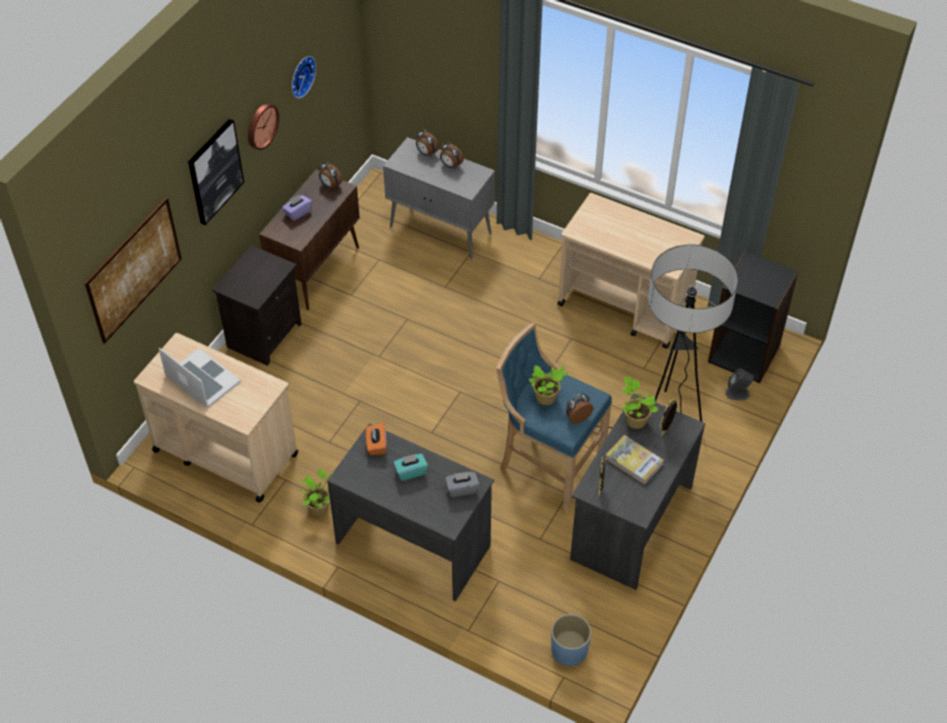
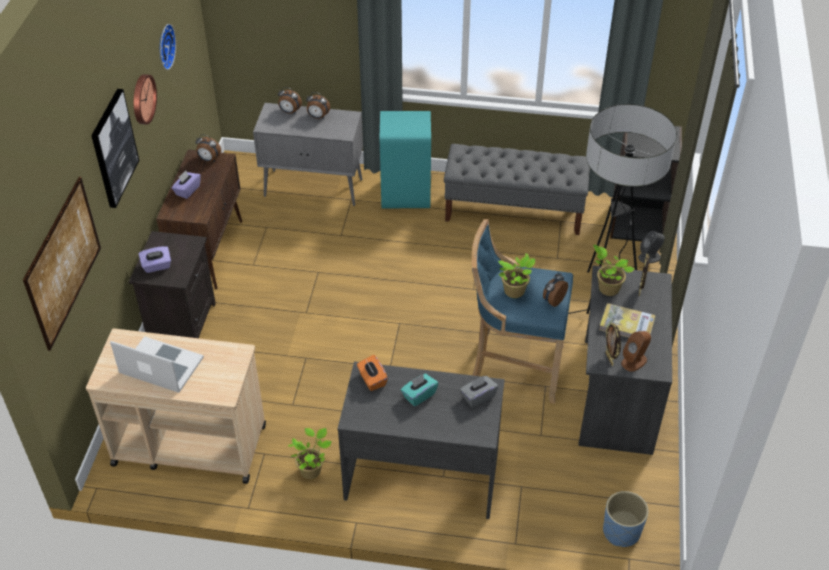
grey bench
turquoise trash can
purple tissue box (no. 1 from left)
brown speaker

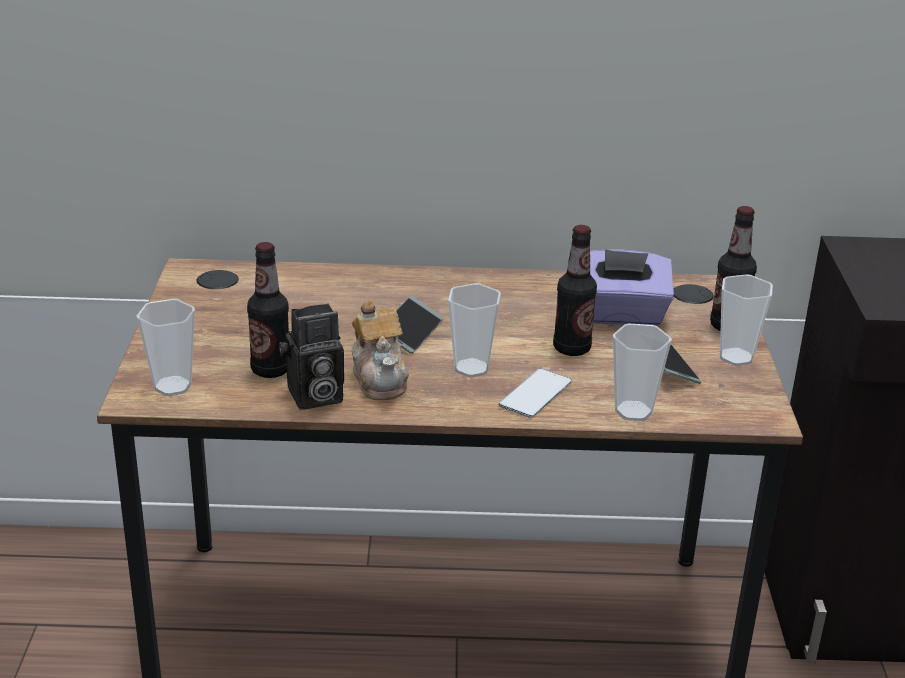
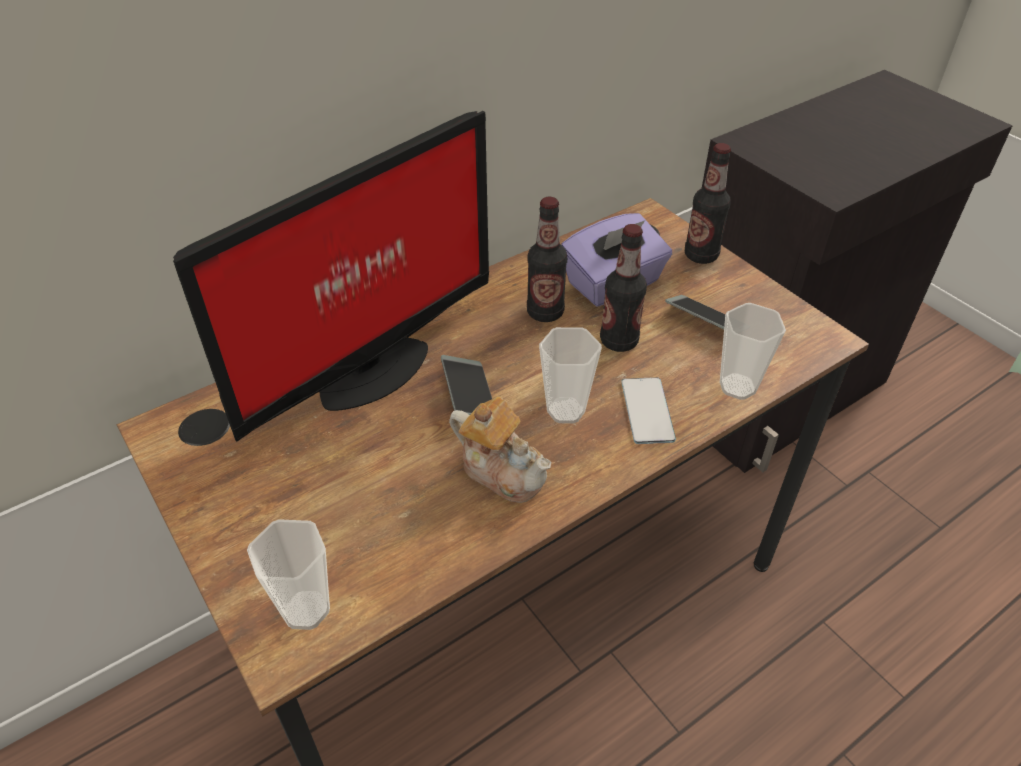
bottle (no. 1 from left)
cup (no. 4 from left in the first image)
photo camera
monitor

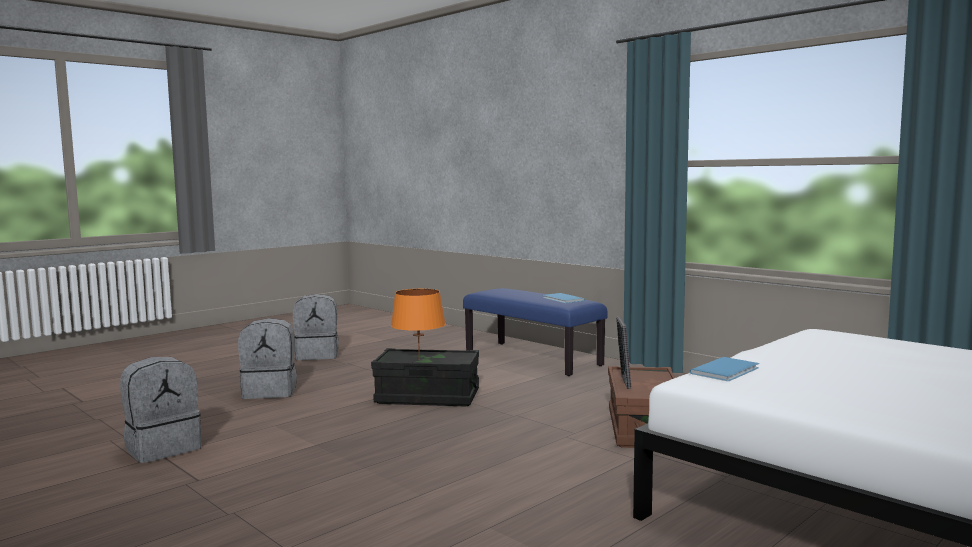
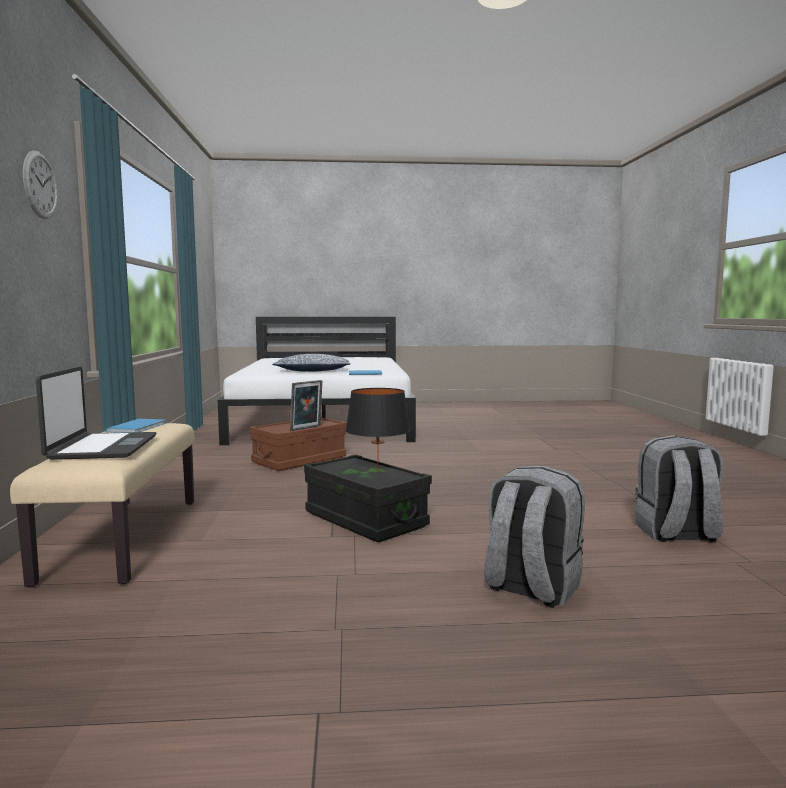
beige bench
black table lamp
grey backpack (no. 3 from left in the first image)
wall clock
pillow
laptop

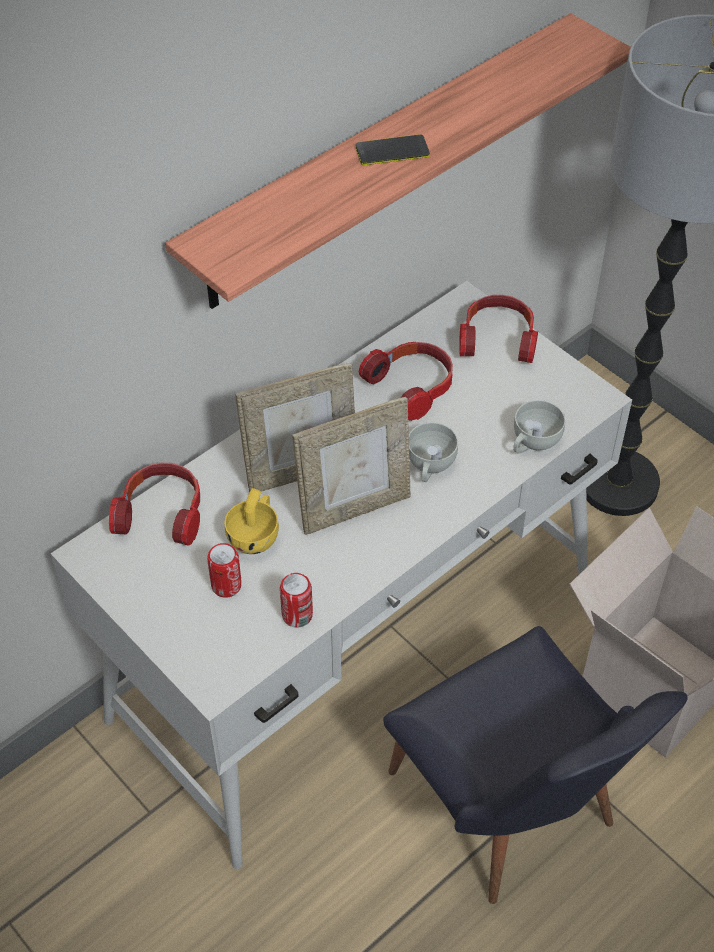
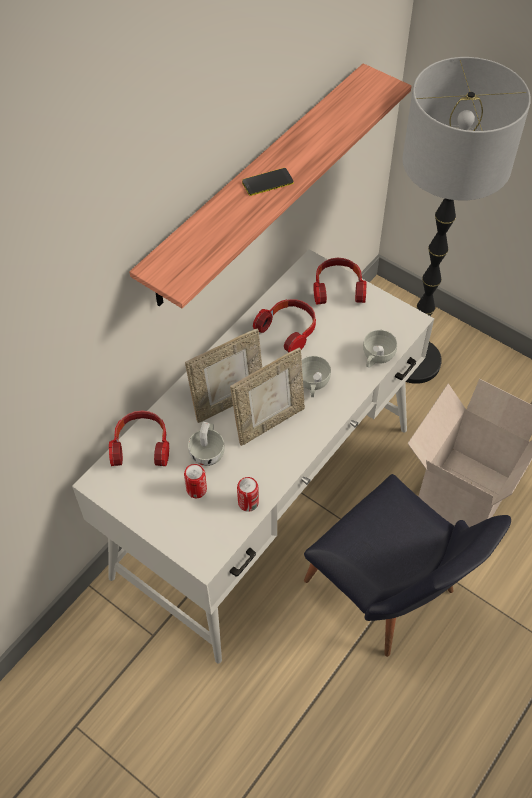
white cup (no. 1 from left)

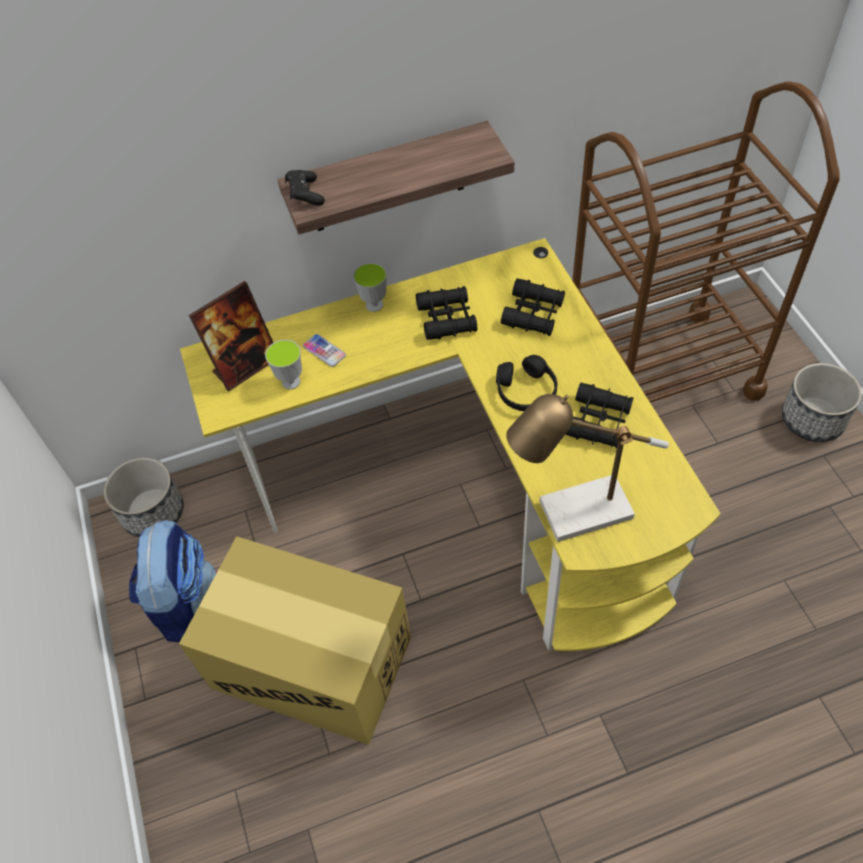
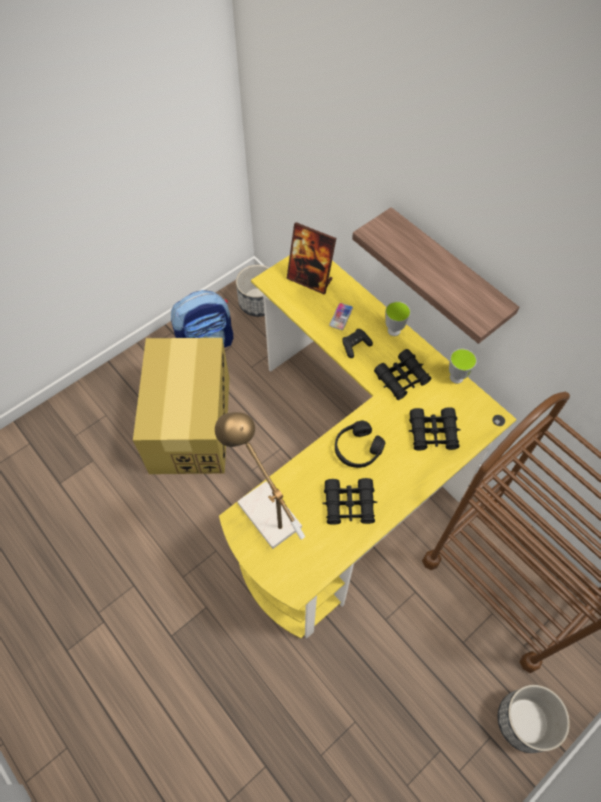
black game controller
cup (no. 2 from left)

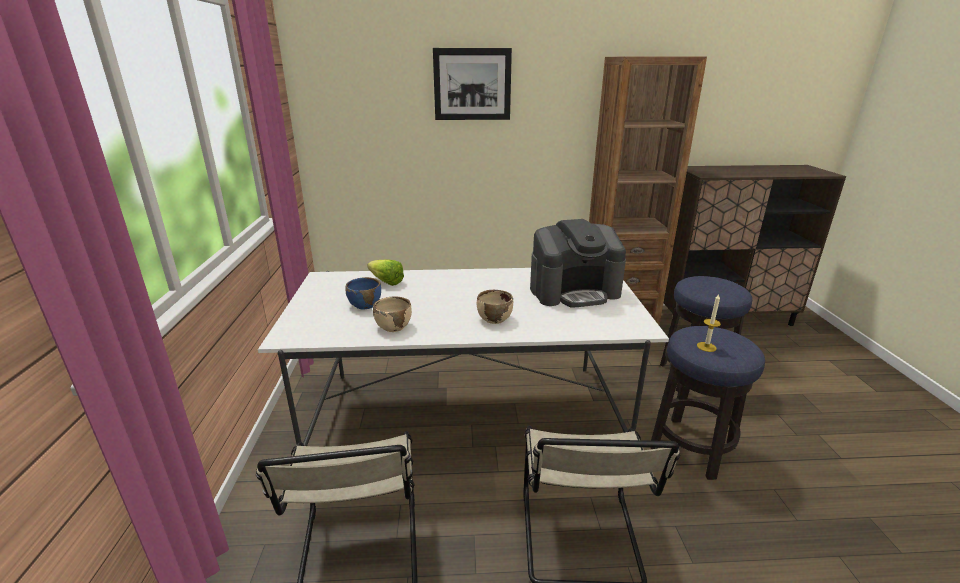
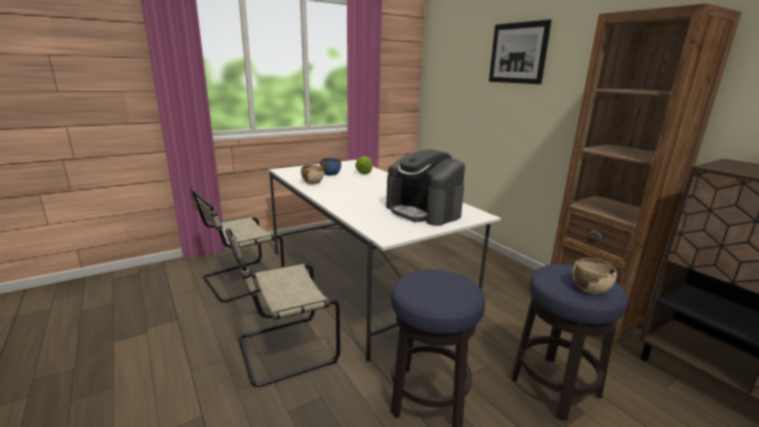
beige bowl (no. 2 from left)
candle

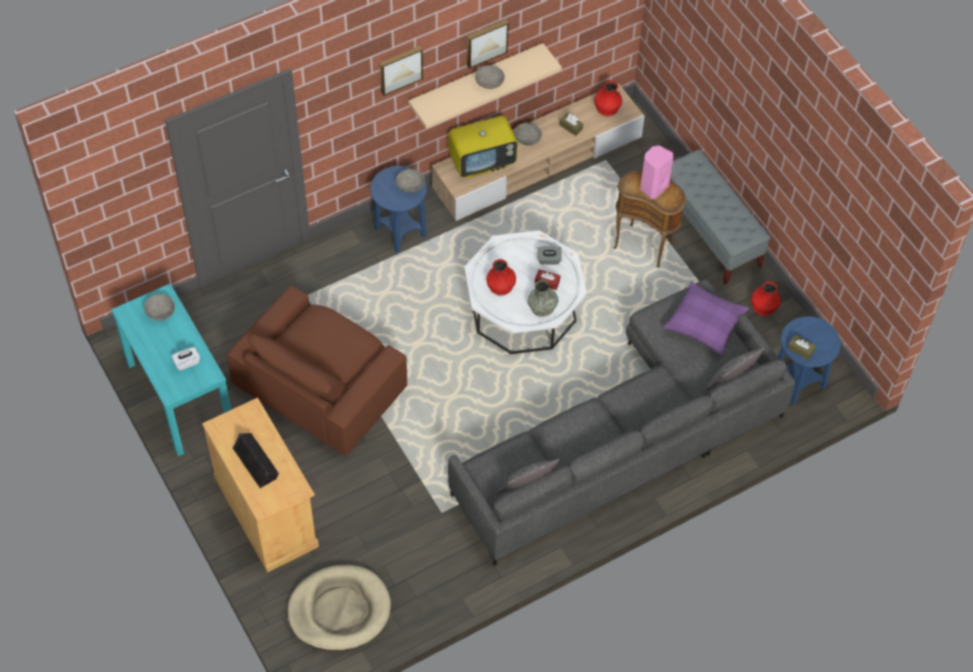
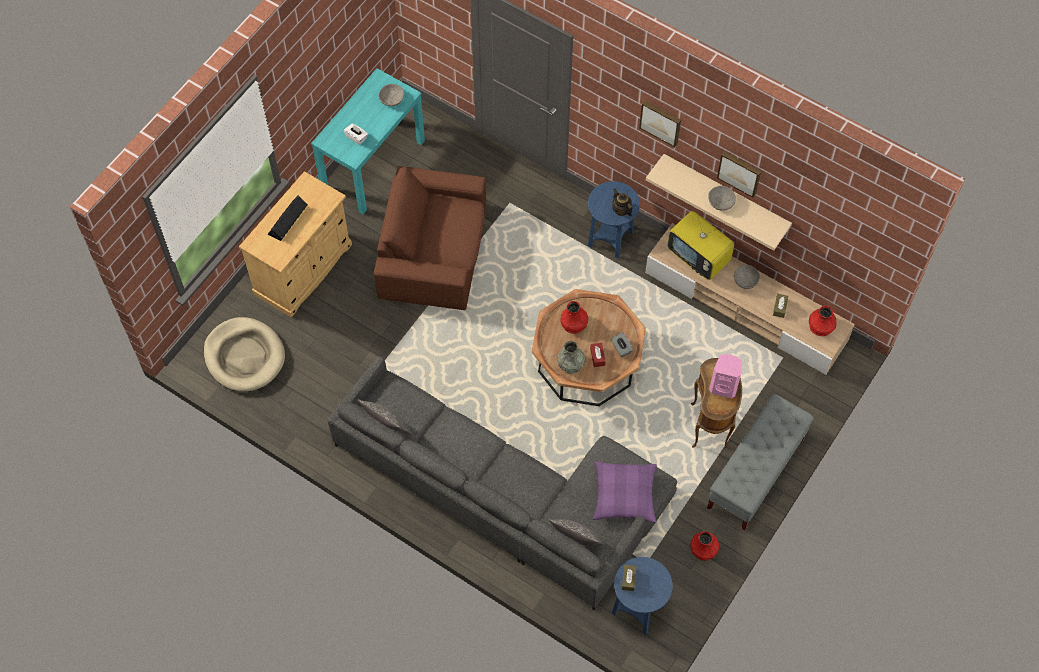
teapot
brown coffee table

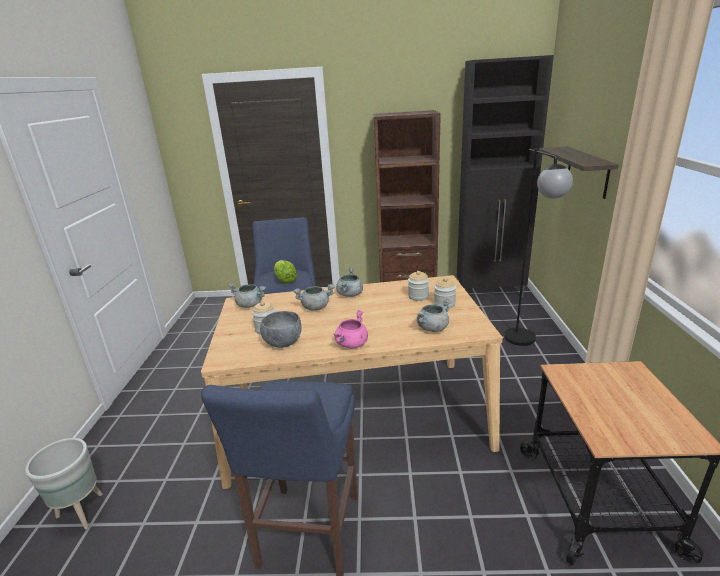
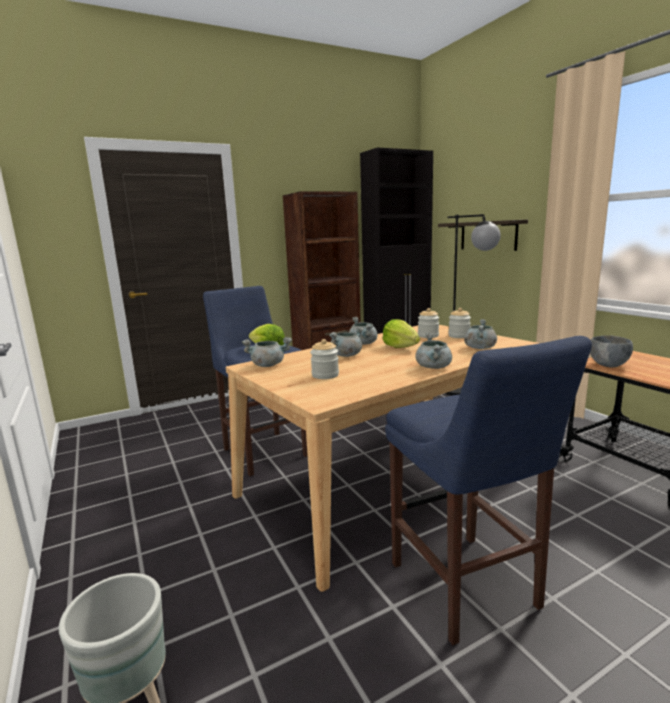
grey cooking pot (no. 4 from left)
grey bowl
lettuce (no. 2 from left)

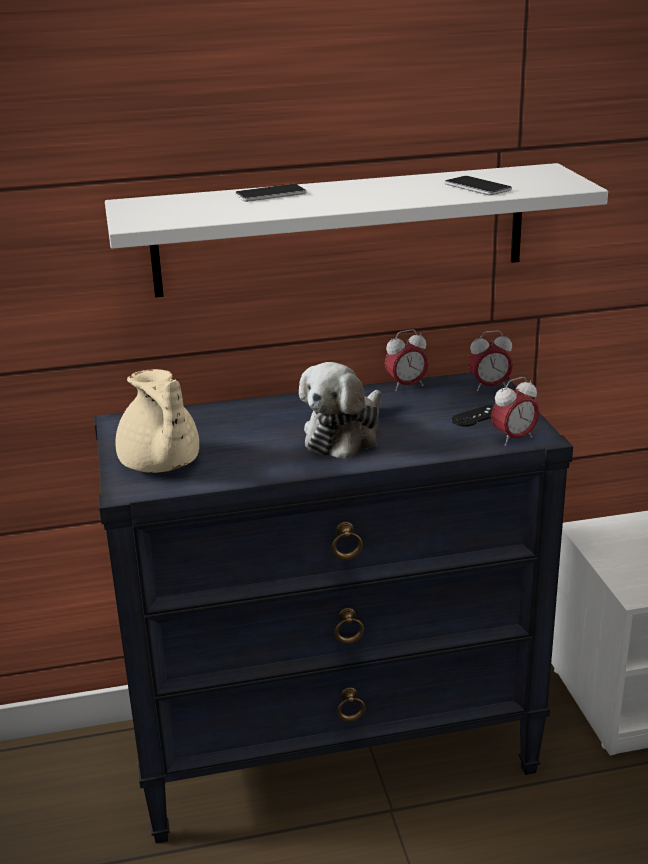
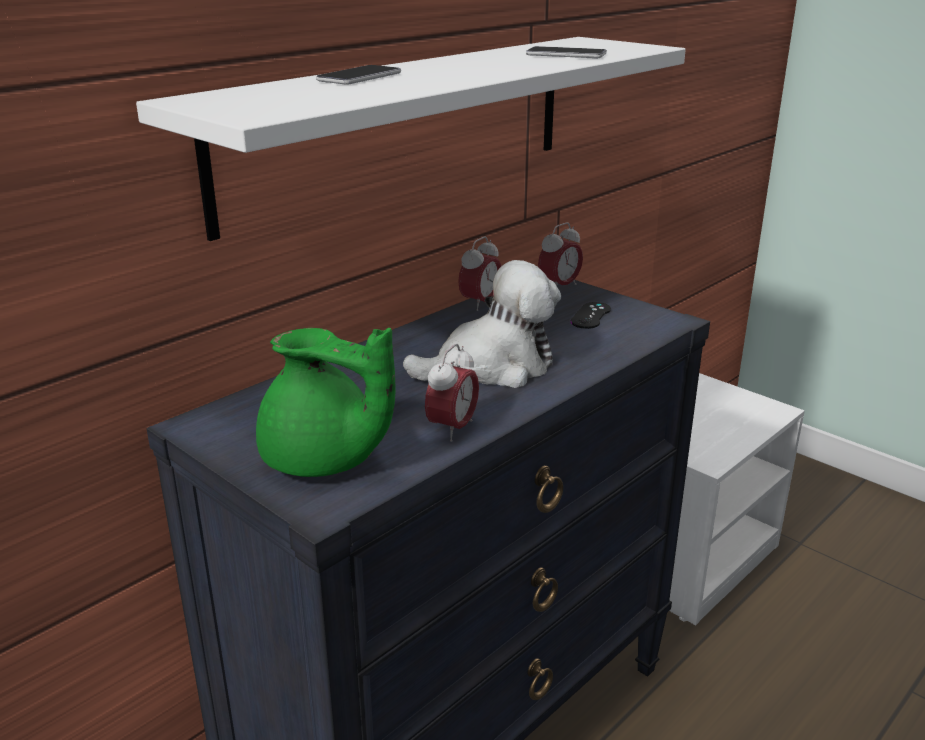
plush toy
green teapot
alarm clock (no. 1 from left)

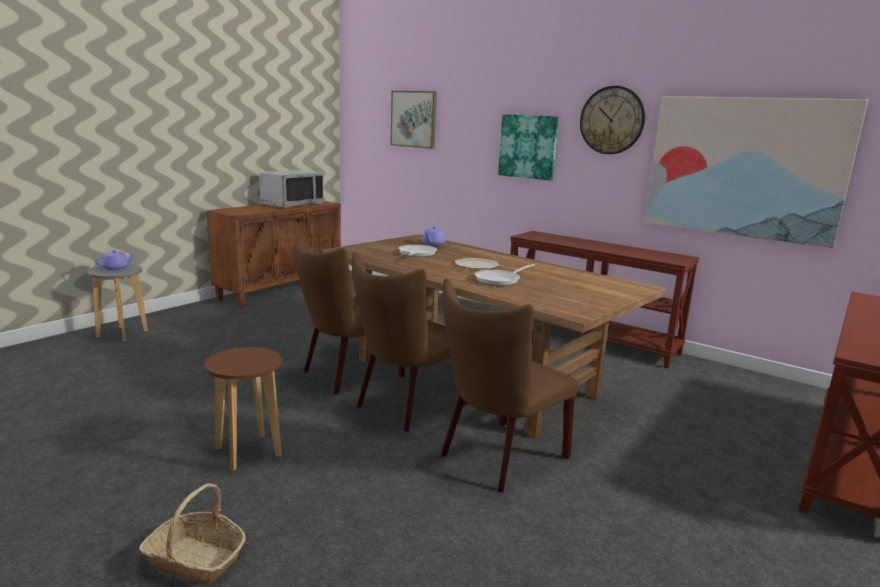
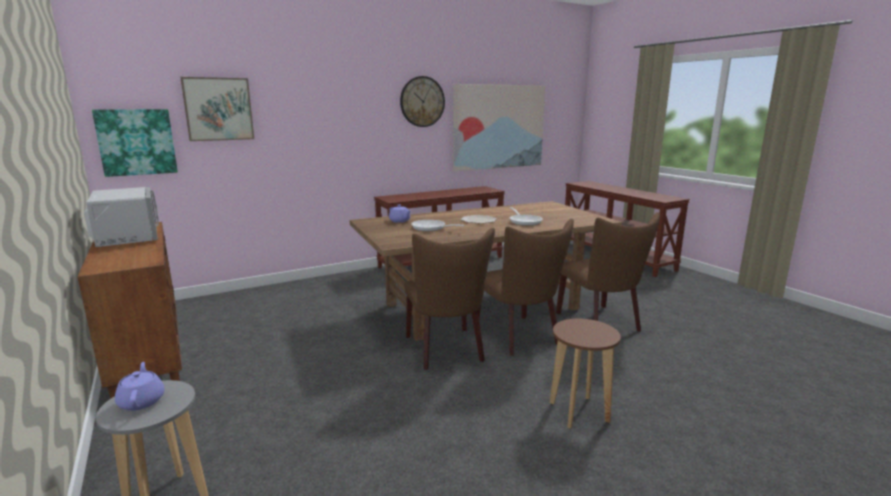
picture (no. 1 from left)
basket

